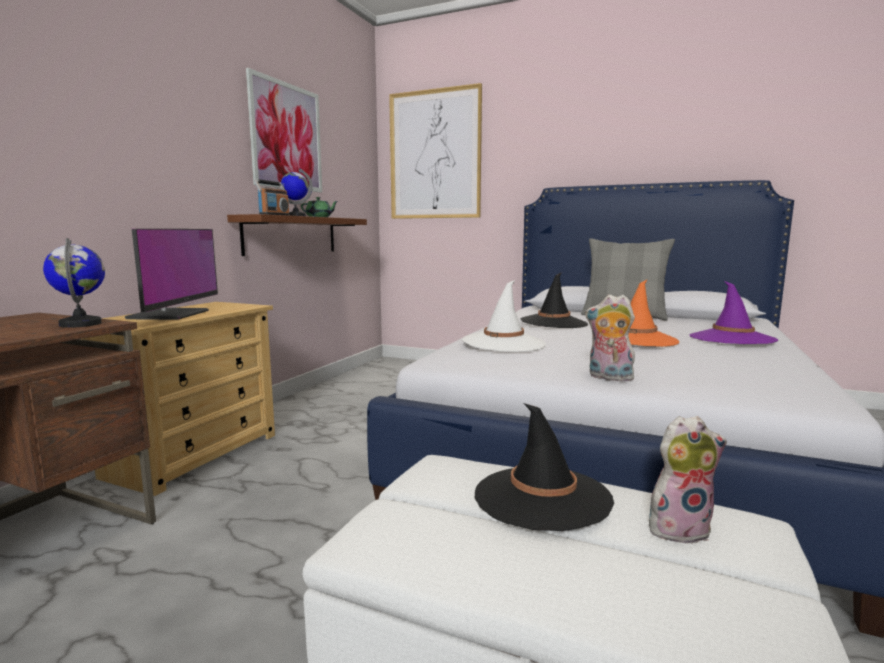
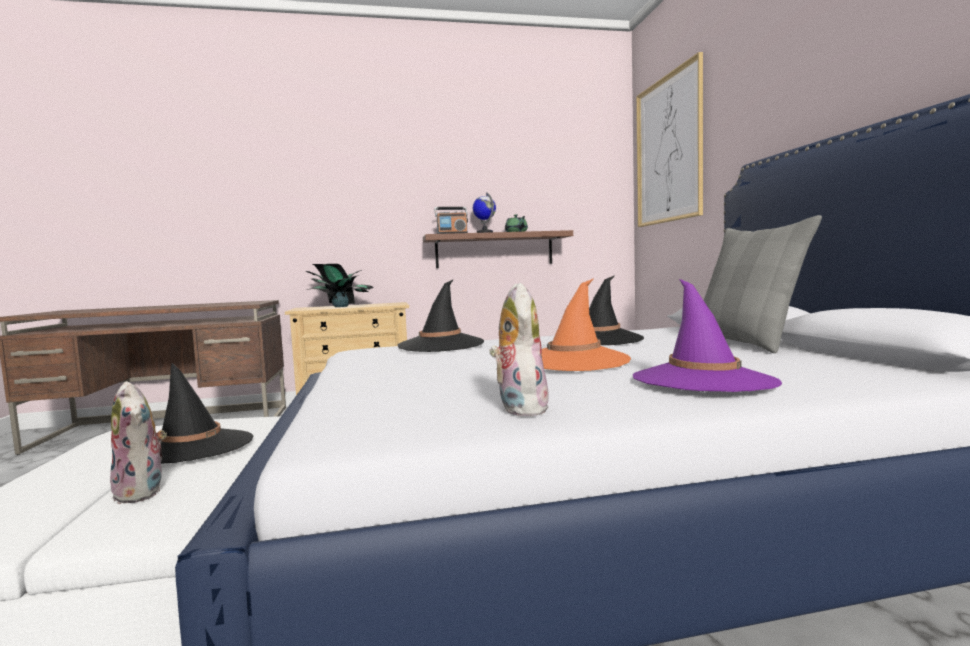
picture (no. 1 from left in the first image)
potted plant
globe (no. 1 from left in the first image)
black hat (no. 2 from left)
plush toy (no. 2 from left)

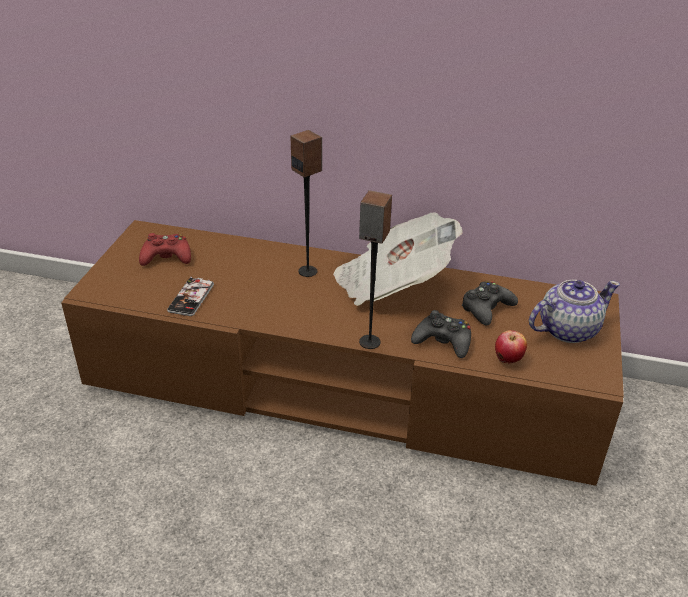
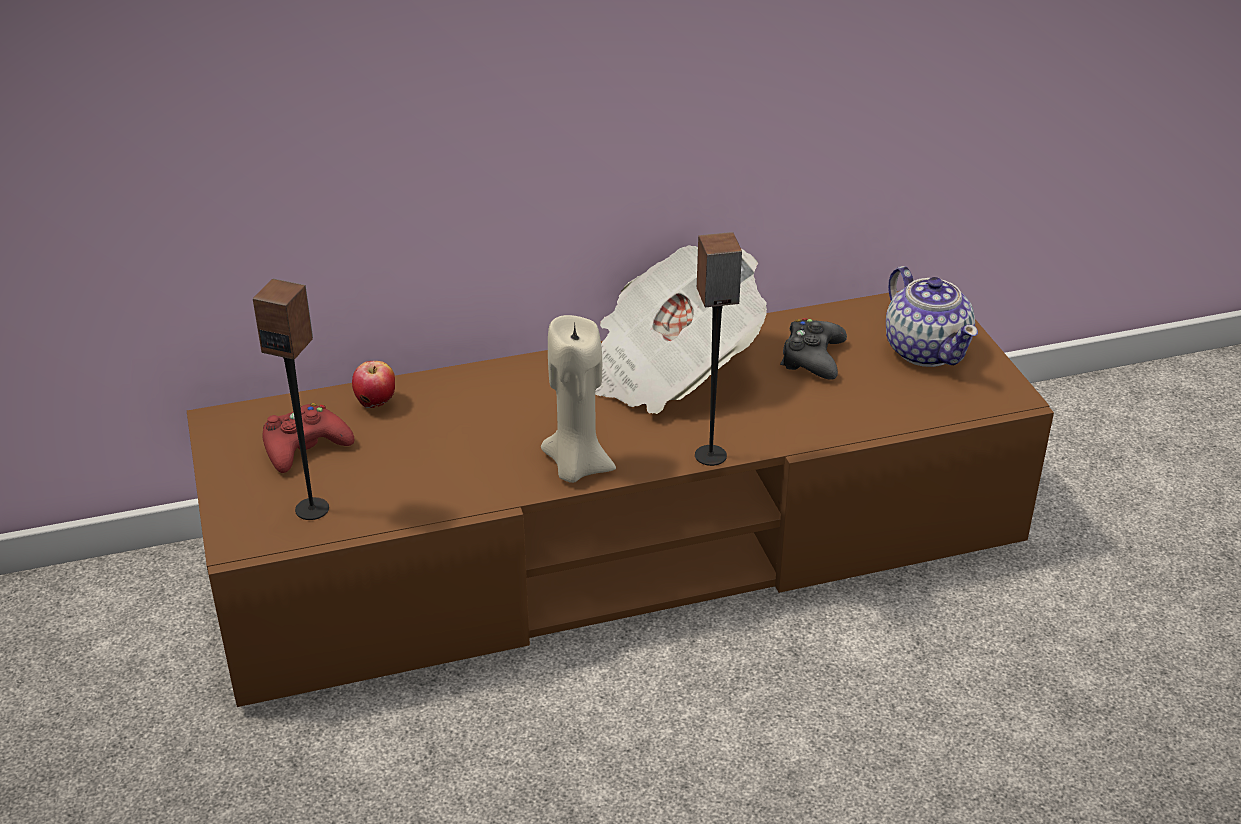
speaker (no. 1 from left)
phone
teapot
black game controller (no. 1 from left in the first image)
apple
beige candle

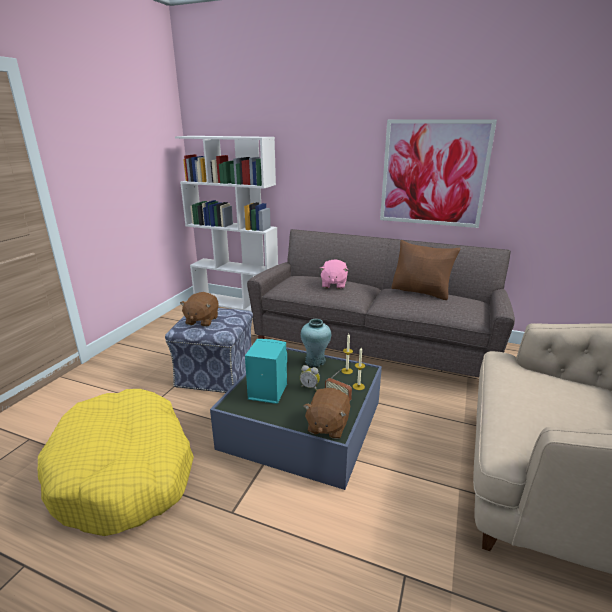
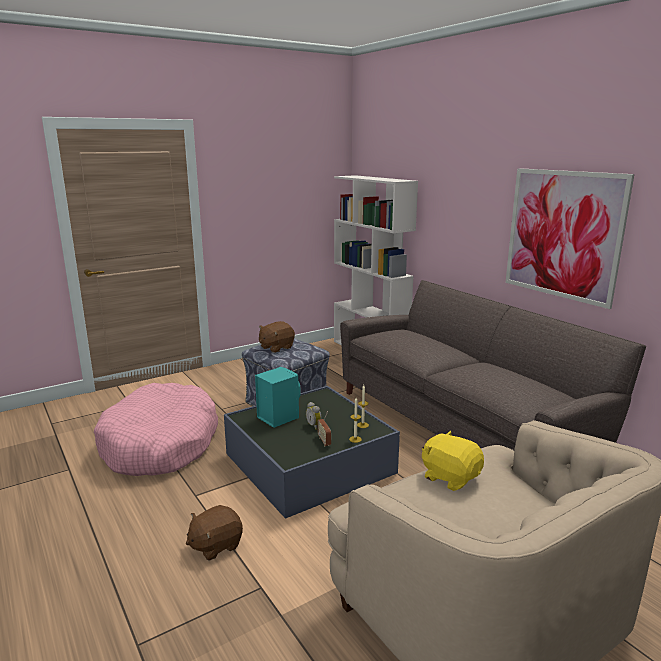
brown pillow
pink plush toy
turquoise vase
brown plush toy (no. 1 from left)
pink dog bed
yellow plush toy

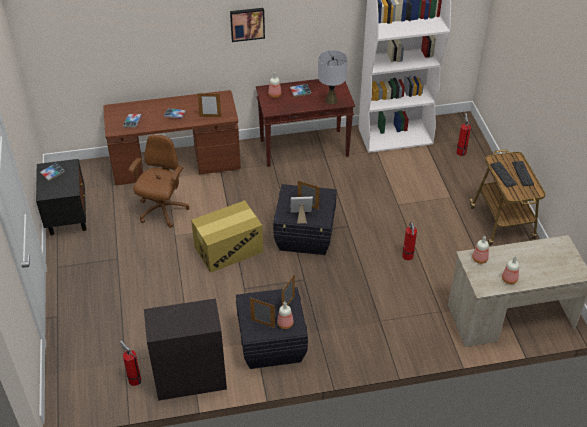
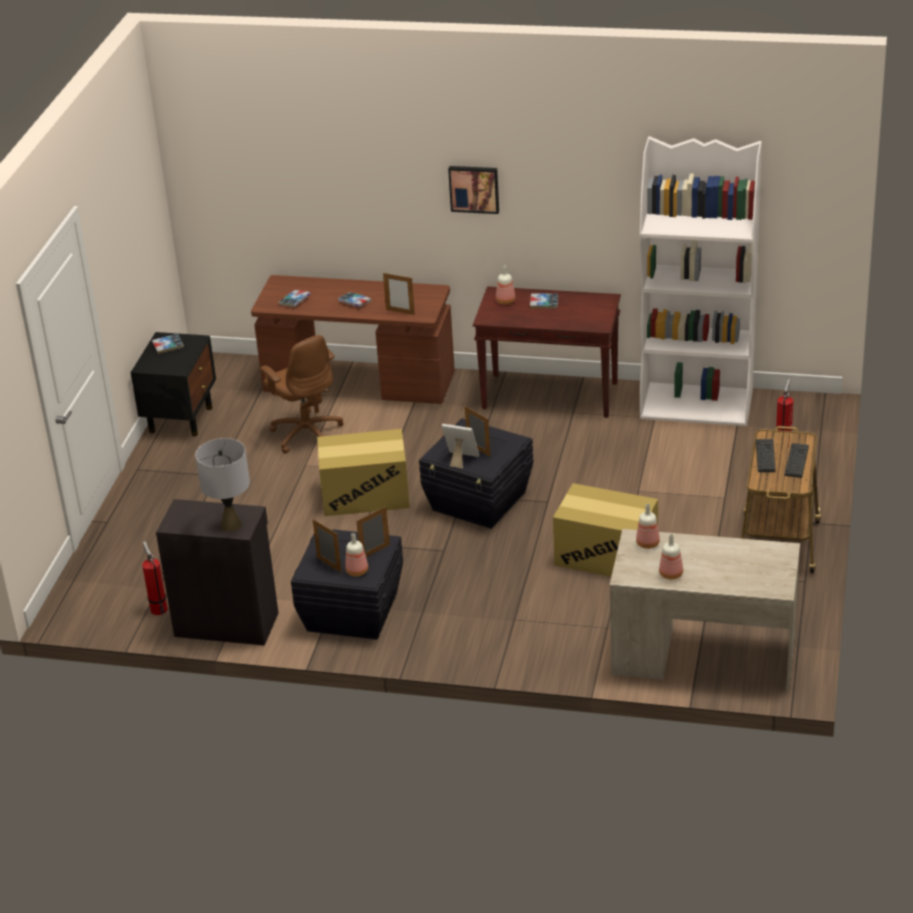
grey table lamp
brown office chair
cardboard box (no. 2 from left)

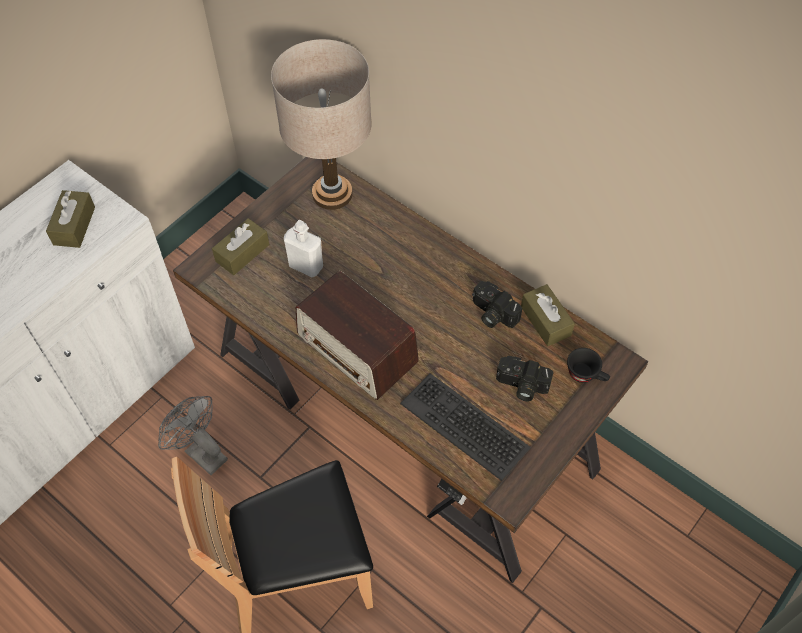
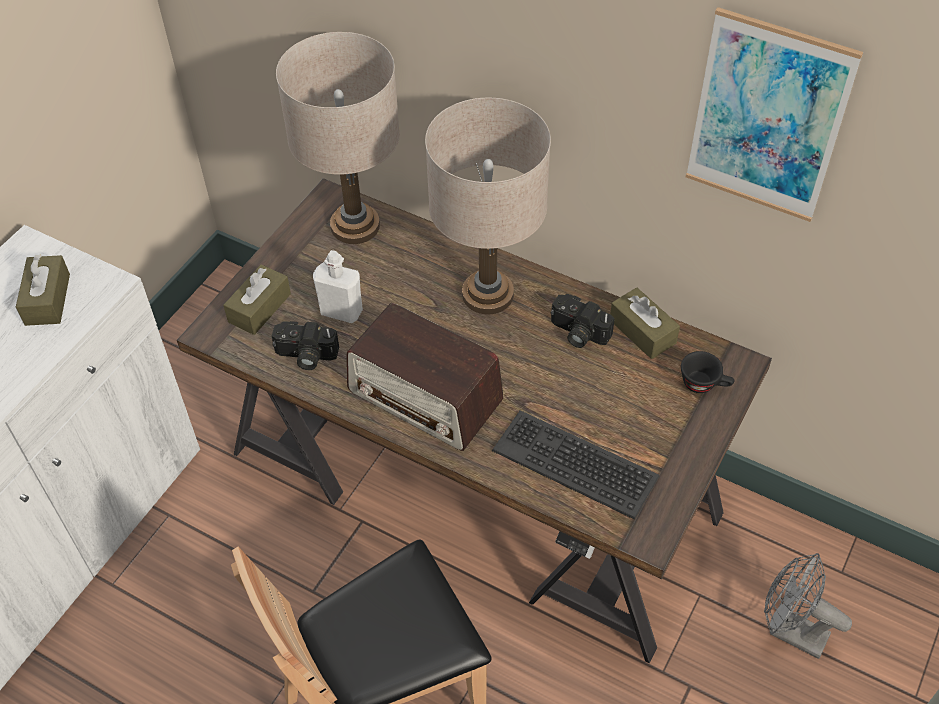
photo camera (no. 1 from left)
grey fan
picture
beige table lamp (no. 2 from left)

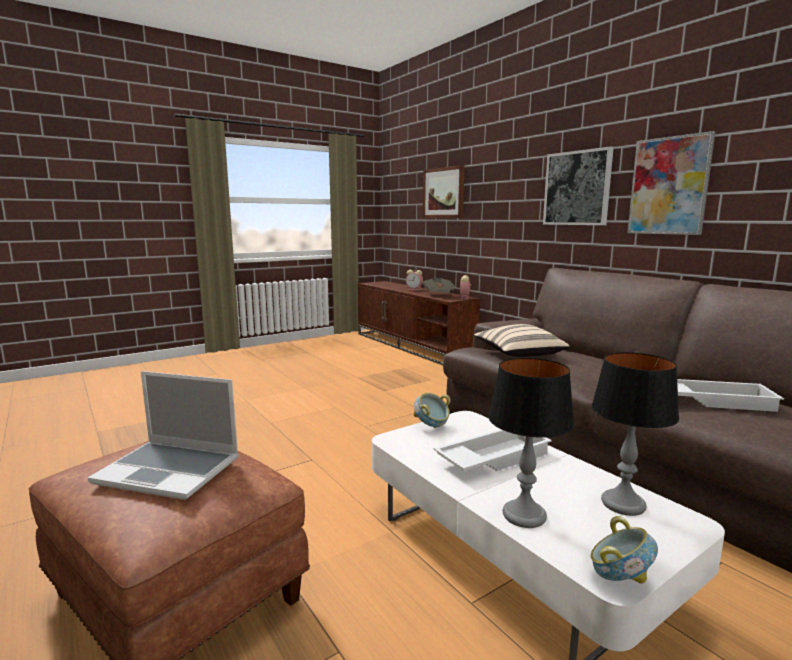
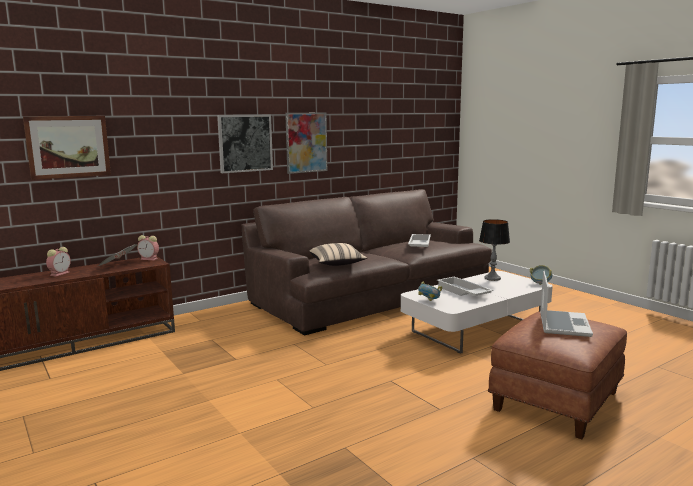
table lamp (no. 1 from left in the first image)

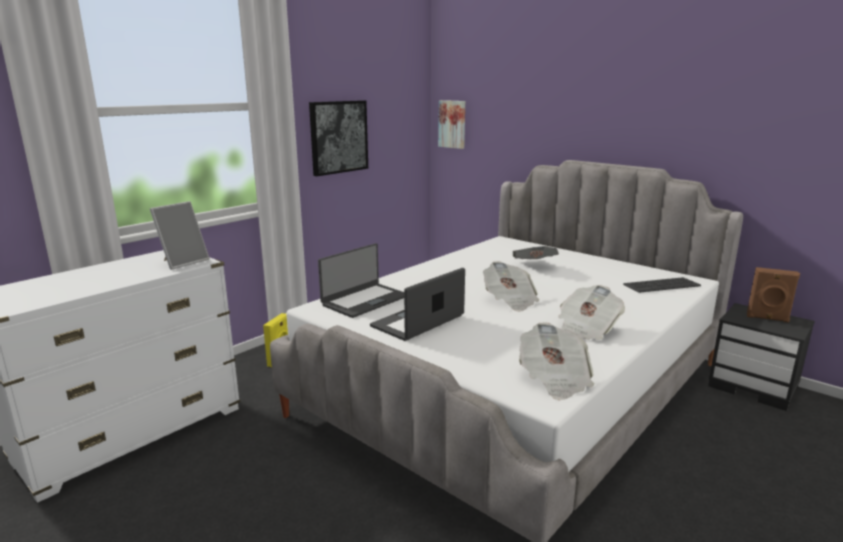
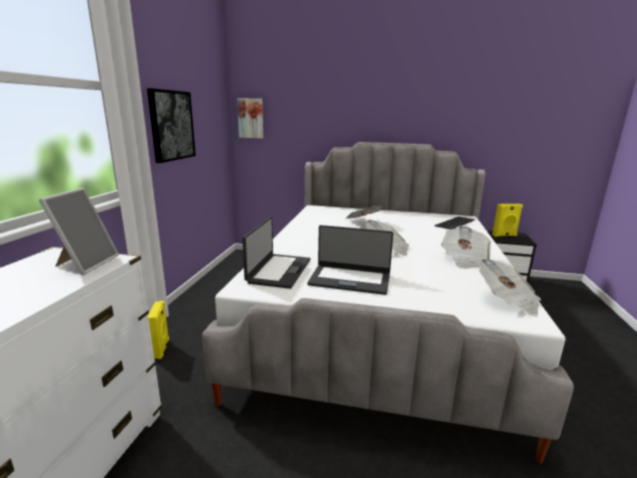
yellow speaker (no. 2 from left)
laptop (no. 2 from left)

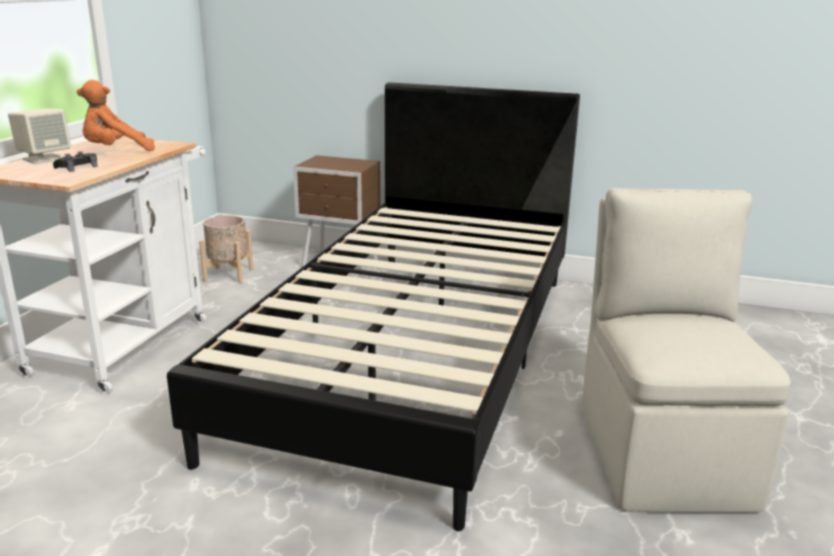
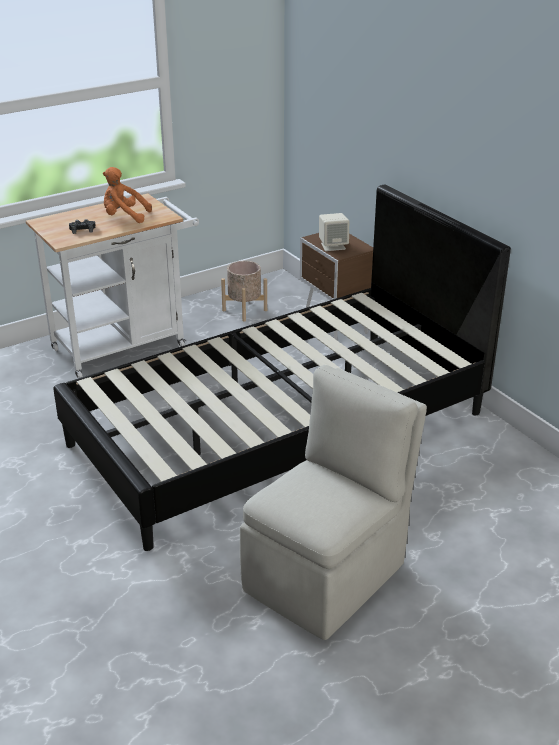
beige speaker

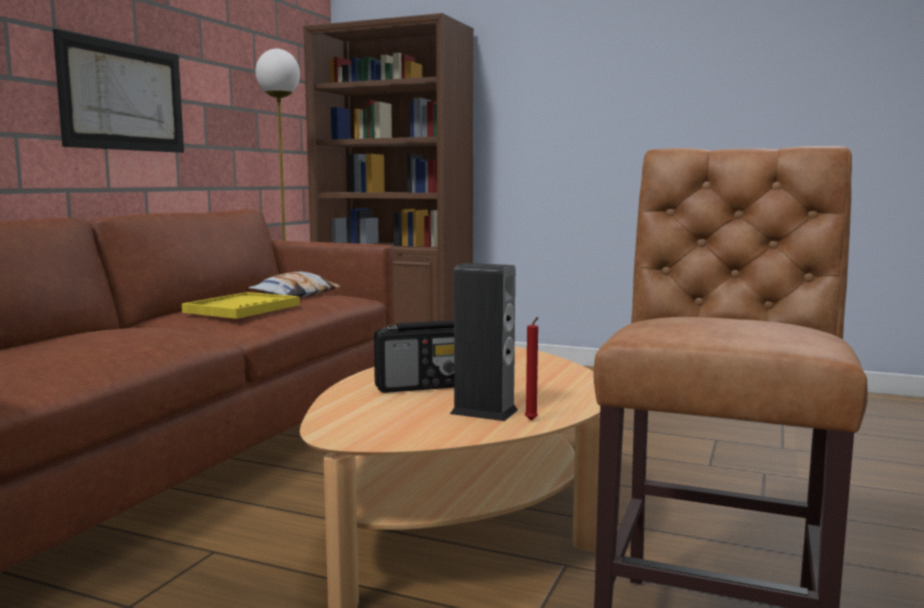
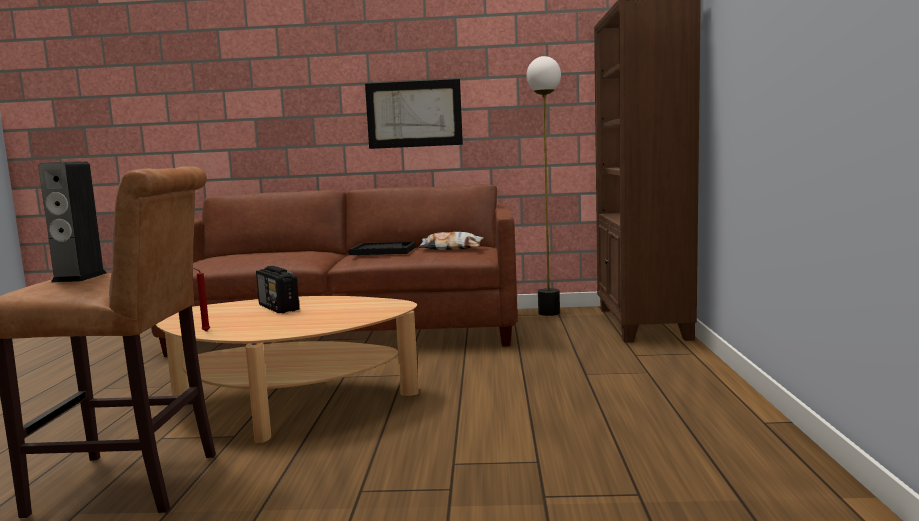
speaker
black tray

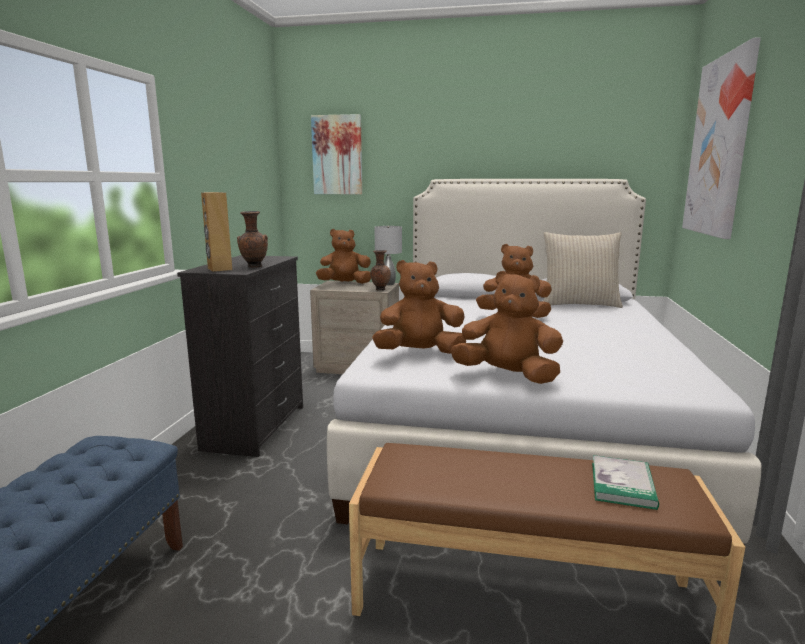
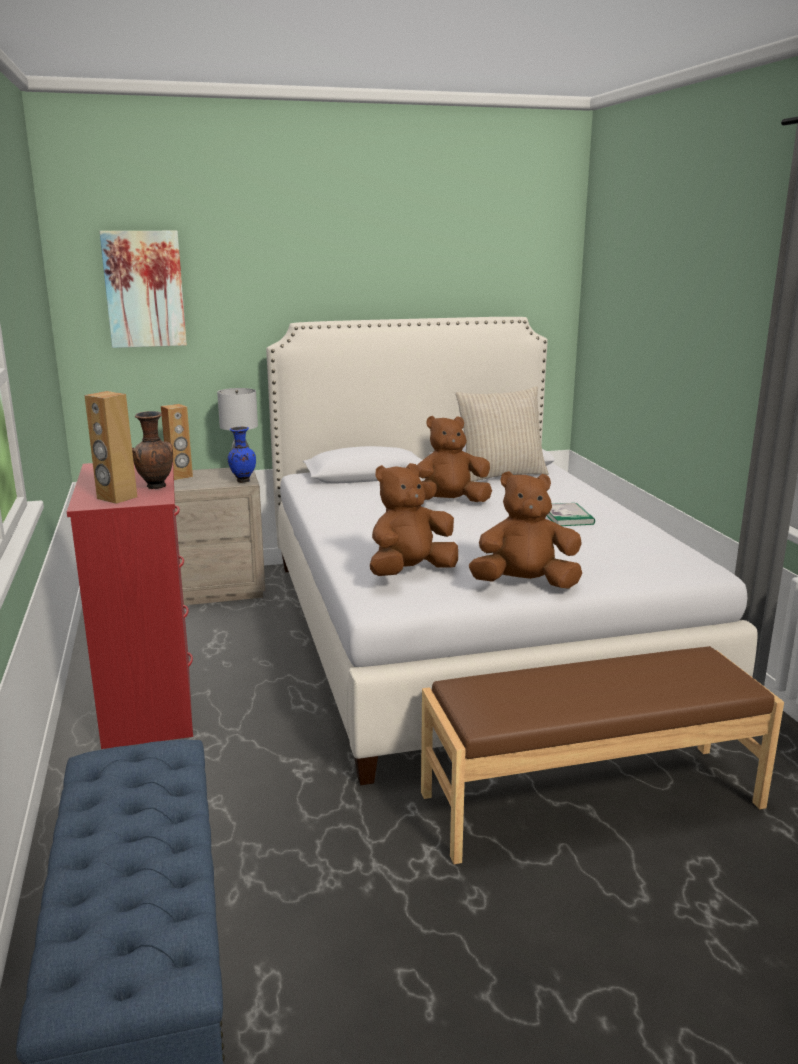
picture (no. 2 from left in the first image)
brown speaker (no. 2 from left)
blue vase
red dresser
book

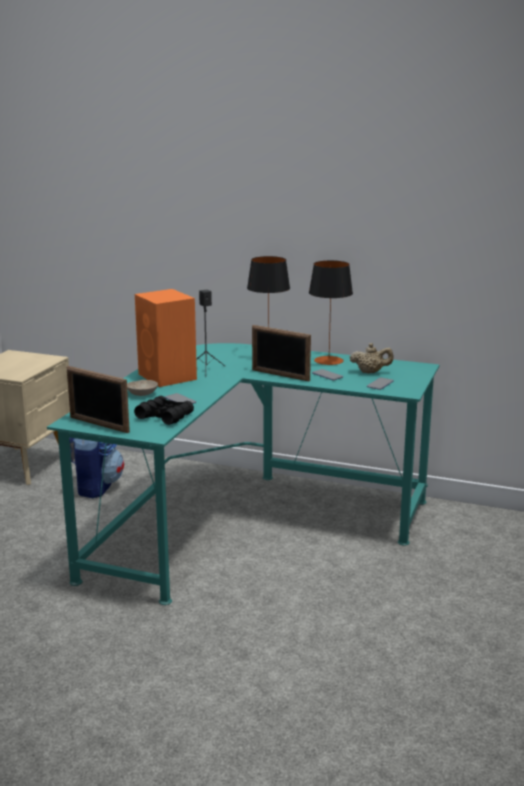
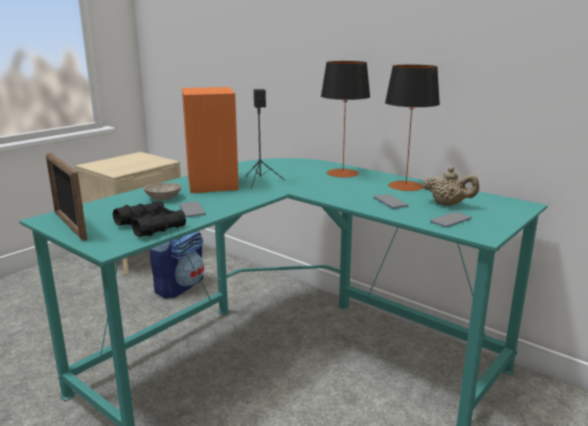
picture frame (no. 2 from left in the first image)

